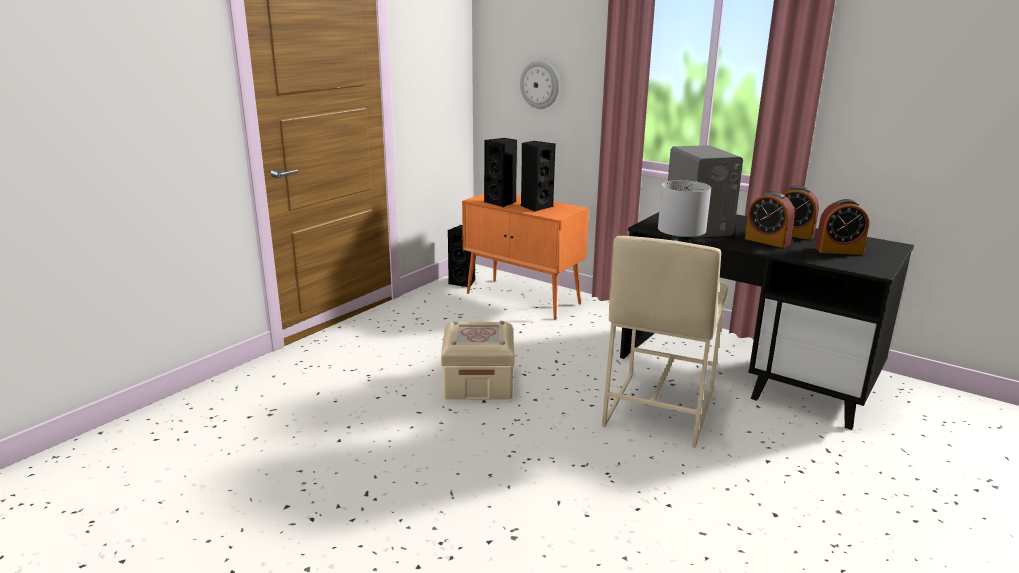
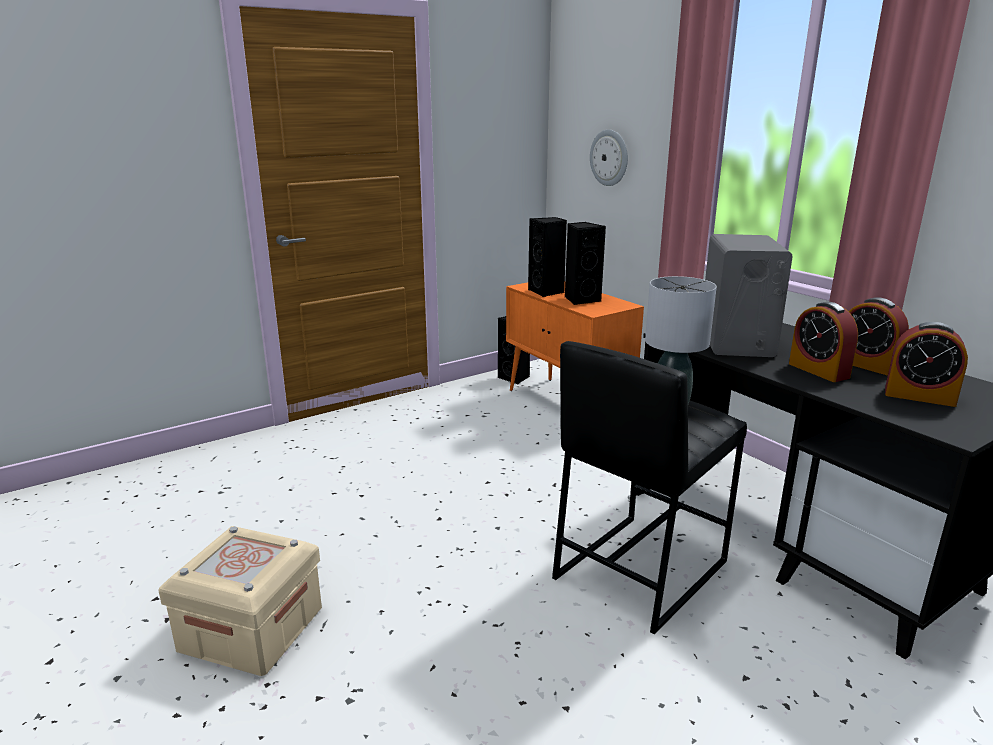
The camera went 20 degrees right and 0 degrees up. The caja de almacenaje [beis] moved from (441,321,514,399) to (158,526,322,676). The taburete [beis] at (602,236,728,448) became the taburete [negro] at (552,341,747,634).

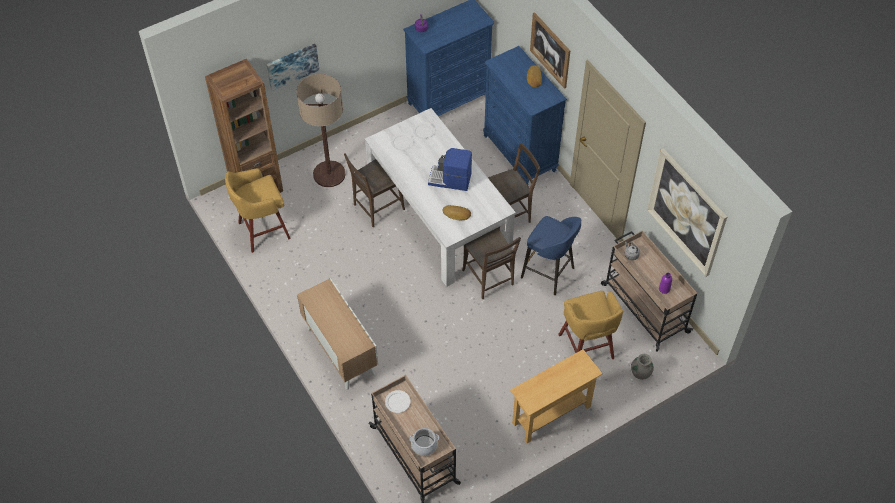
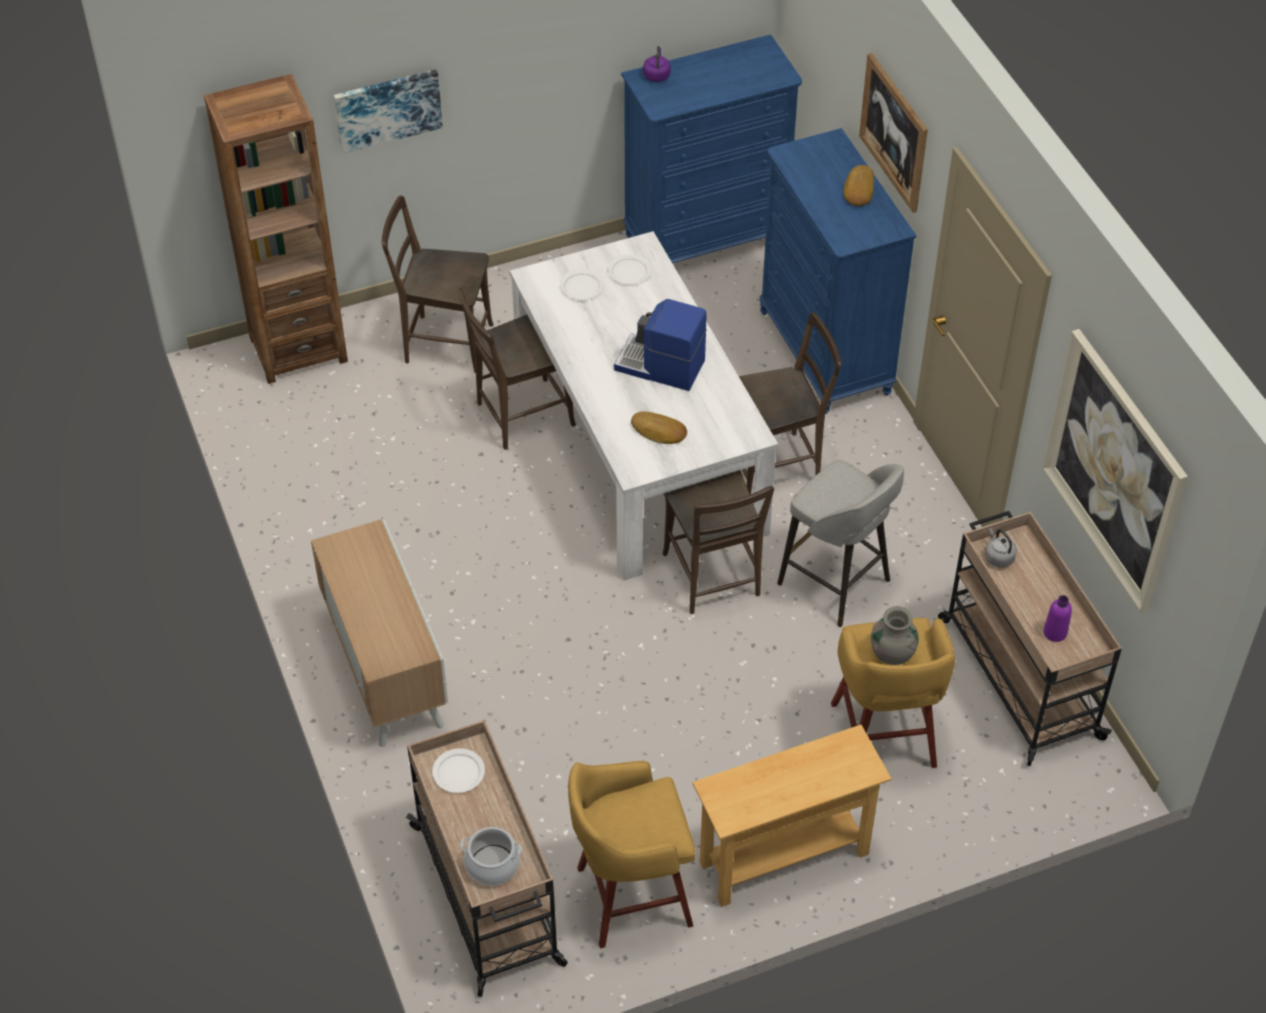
The camera went 10 degrees right and 5 degrees down. The taburete [amarillo] moved from (225,168,291,253) to (568,761,696,948). The lámpara de pie at (297,74,346,187) was replaced by the silla [marrón] at (382,195,494,373). The taburete [azul] at (521,216,581,295) became the taburete [gris] at (777,460,904,627). The florero [gris] moved from (631,354,654,380) to (871,606,919,665).

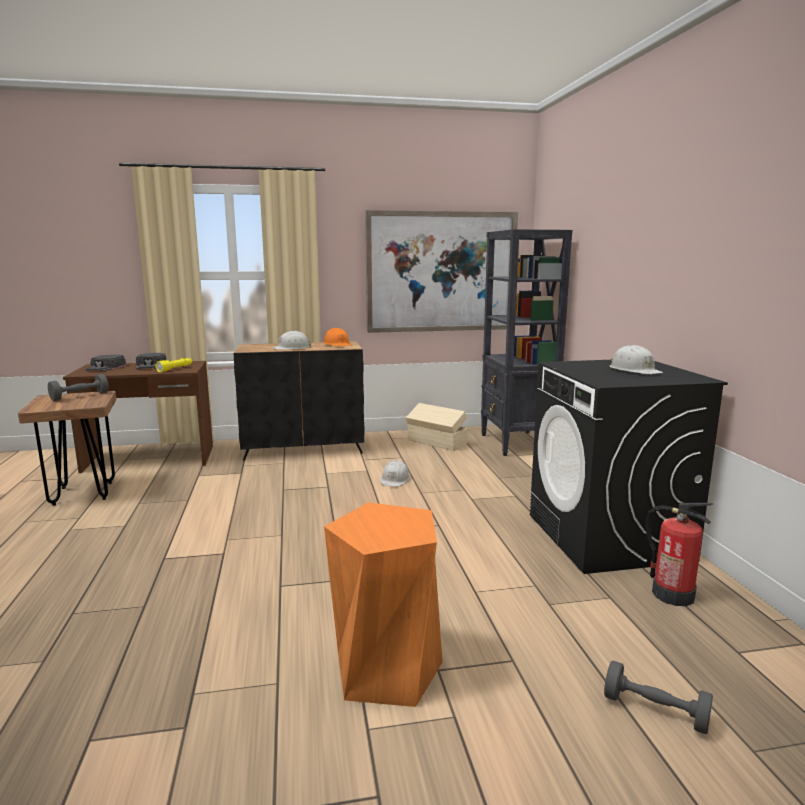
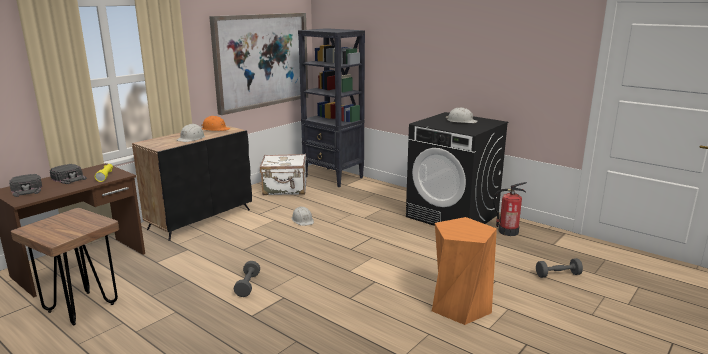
The camera went 40 degrees left and 5 degrees up. The mancuerna [gris] moved from (48,374,109,401) to (234,261,260,297). The caja de almacenaje [beis] at (406,403,468,451) was replaced by the maleta [blanco] at (260,154,306,195).

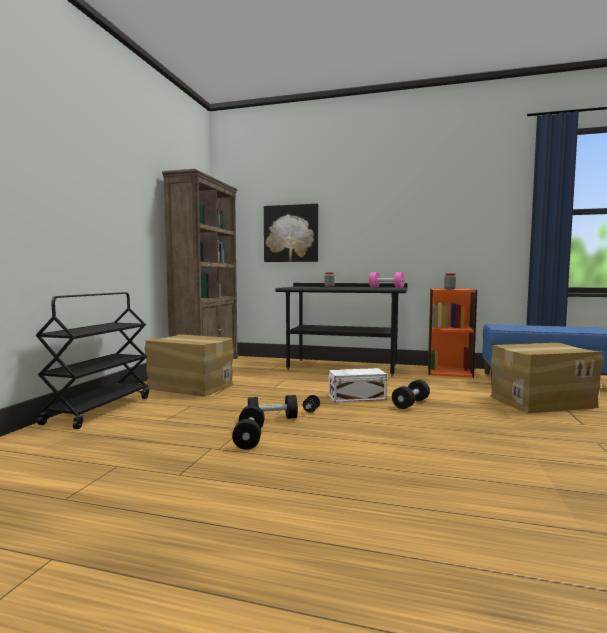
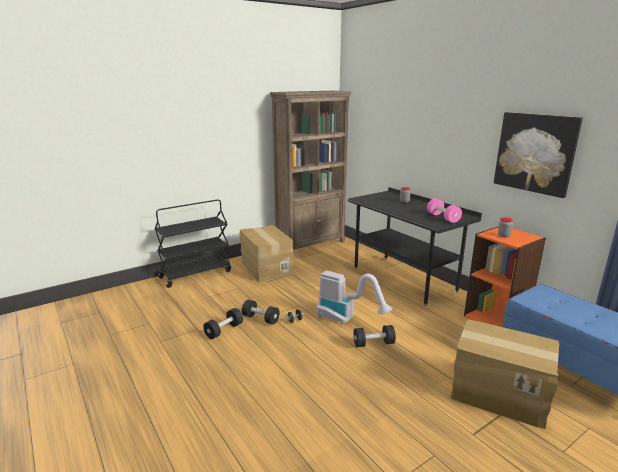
The camera went 40 degrees right and 15 degrees up. The cuadro moved from (264,204,318,262) to (494,112,583,198). The caja de almacenaje [blanco] at (329,368,387,403) was replaced by the aspiradora at (316,271,393,324).

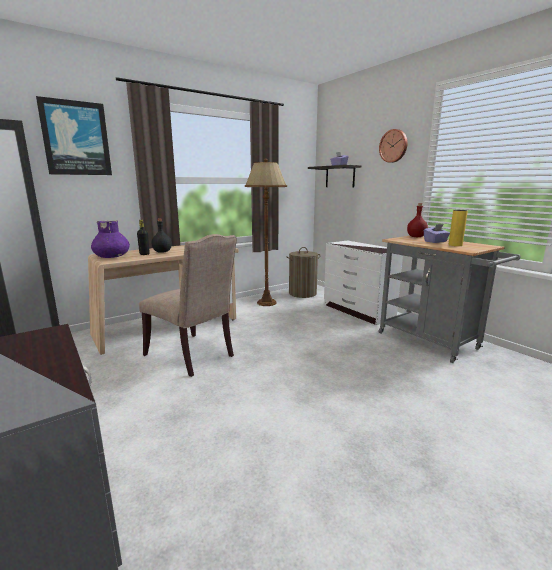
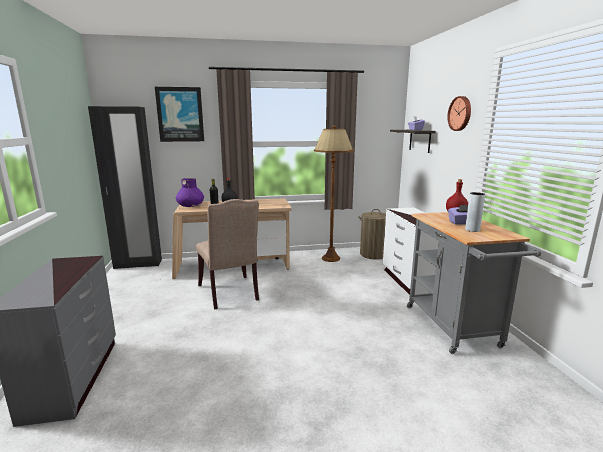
The camera went 25 degrees right and 0 degrees up. The florero [amarillo] at (449,210,468,246) became the florero [gris] at (465,192,485,232).

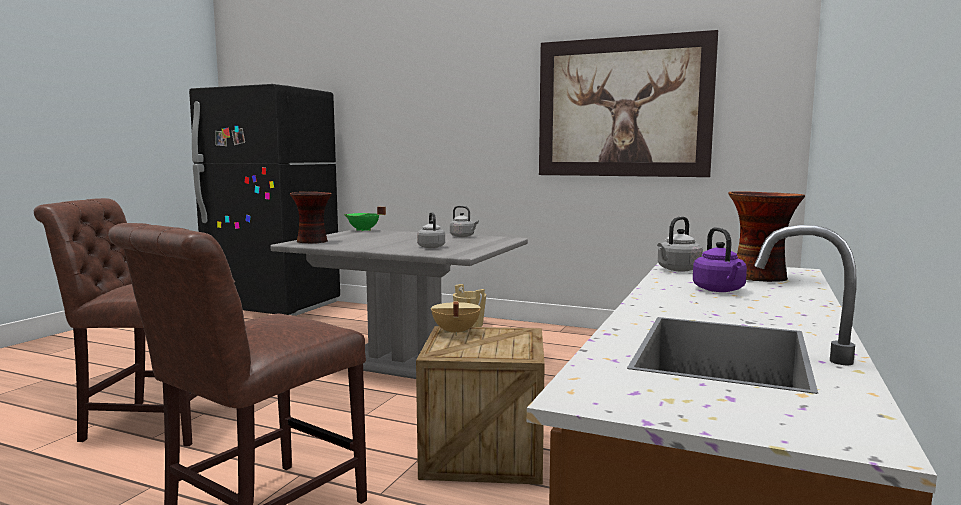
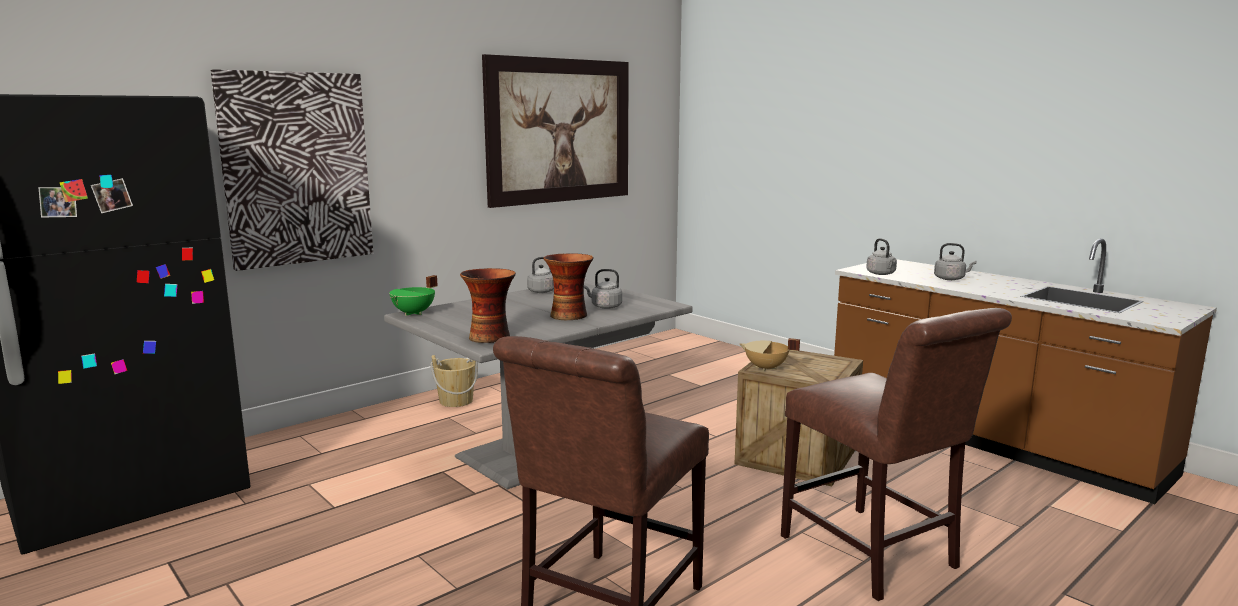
The camera went 65 degrees left and 5 degrees up. The hervidor [morado] at (693,227,747,292) became the hervidor [gris] at (934,243,977,280). The florero moved from (728,191,805,282) to (544,253,594,320). The cuadro at (211,69,373,271) appeared.

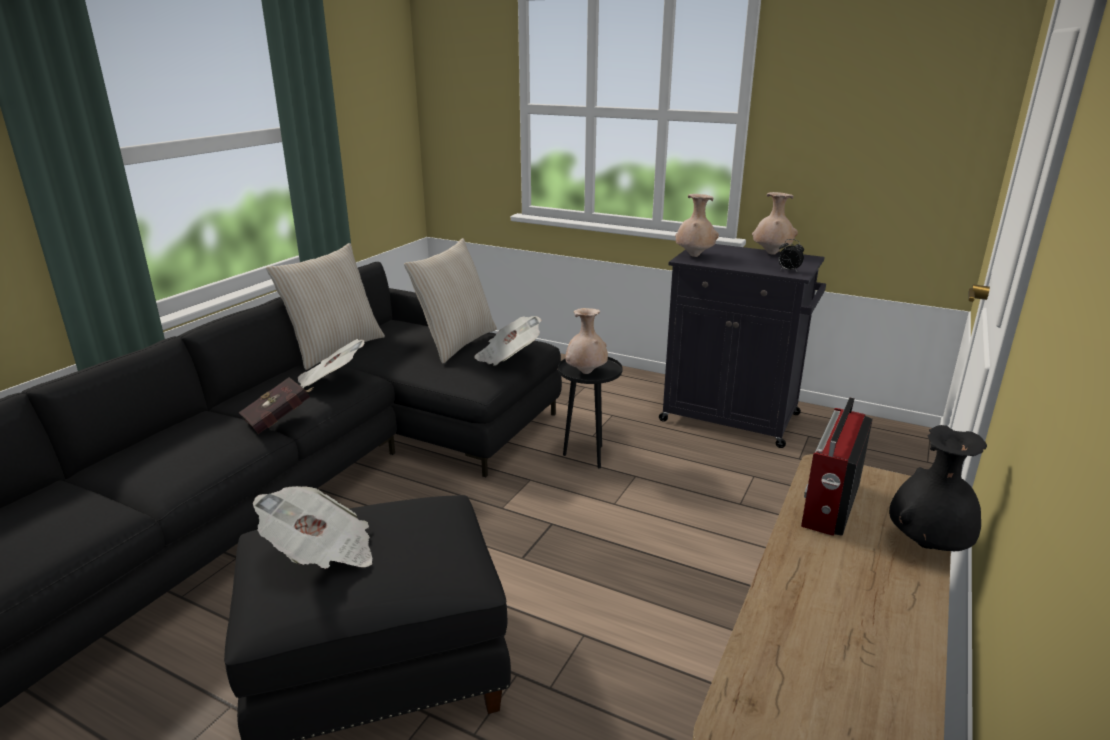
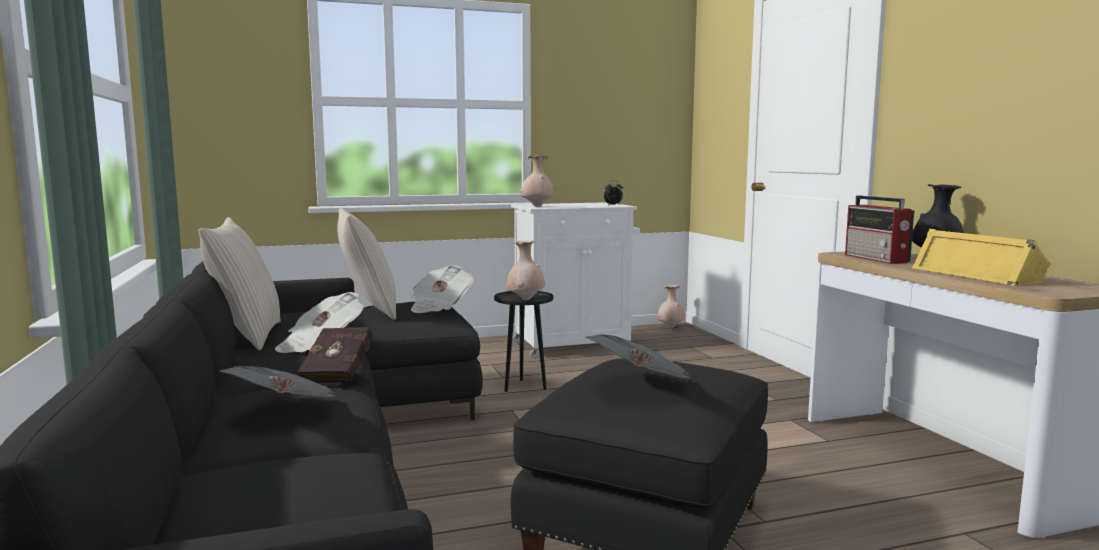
The camera went 45 degrees left and 15 degrees down. The armario [negro] at (659,244,826,448) became the armario [blanco] at (511,202,640,358). The florero [beis] moved from (752,192,798,255) to (657,285,685,328). The periódico at (219,366,336,397) appeared. The altavoz [amarillo] at (912,229,1051,286) appeared.

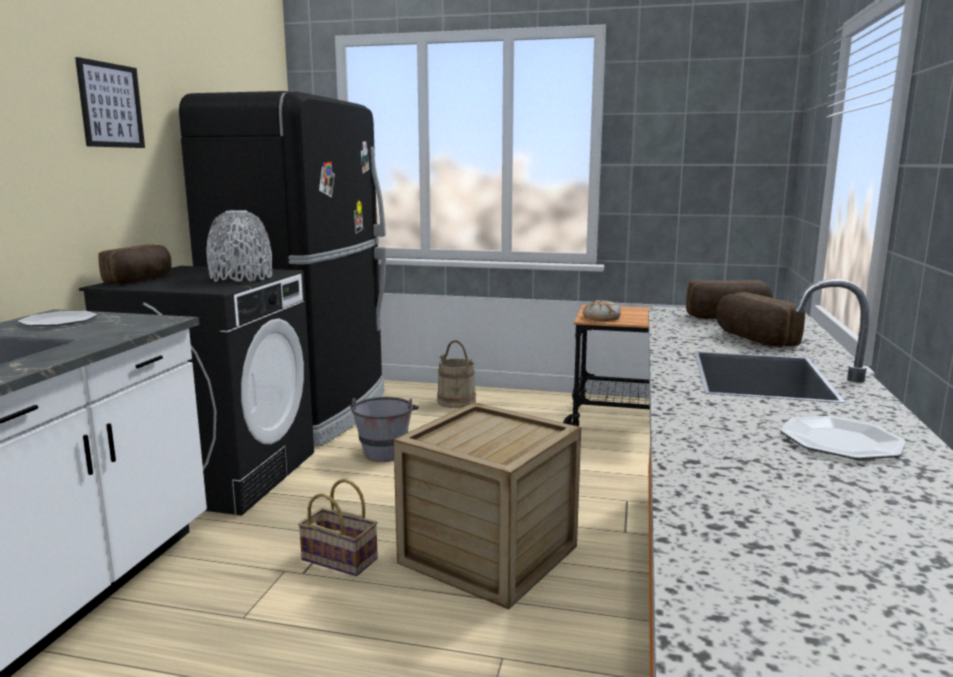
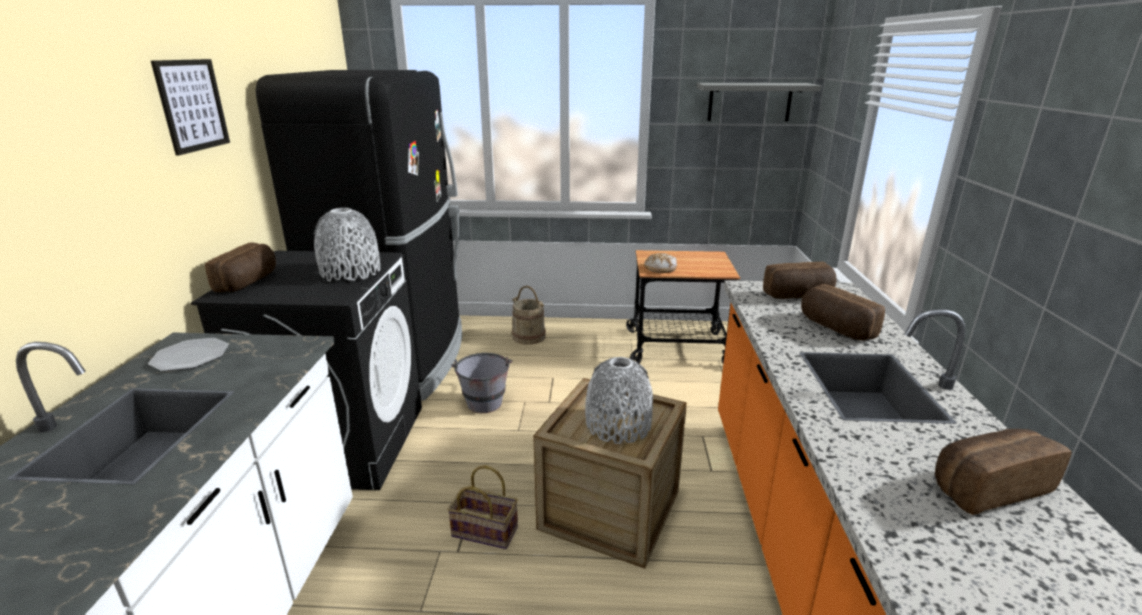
The camera went 10 degrees left and 10 degrees up. The plato at (780,416,906,459) was replaced by the pan at (935,429,1072,515). The florero [gris] at (585,357,653,444) appeared. The estante [gris] at (697,83,821,122) appeared.

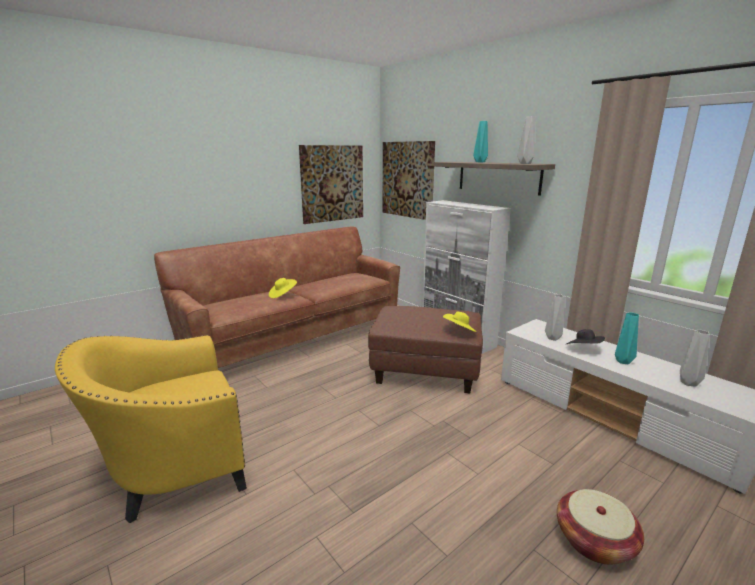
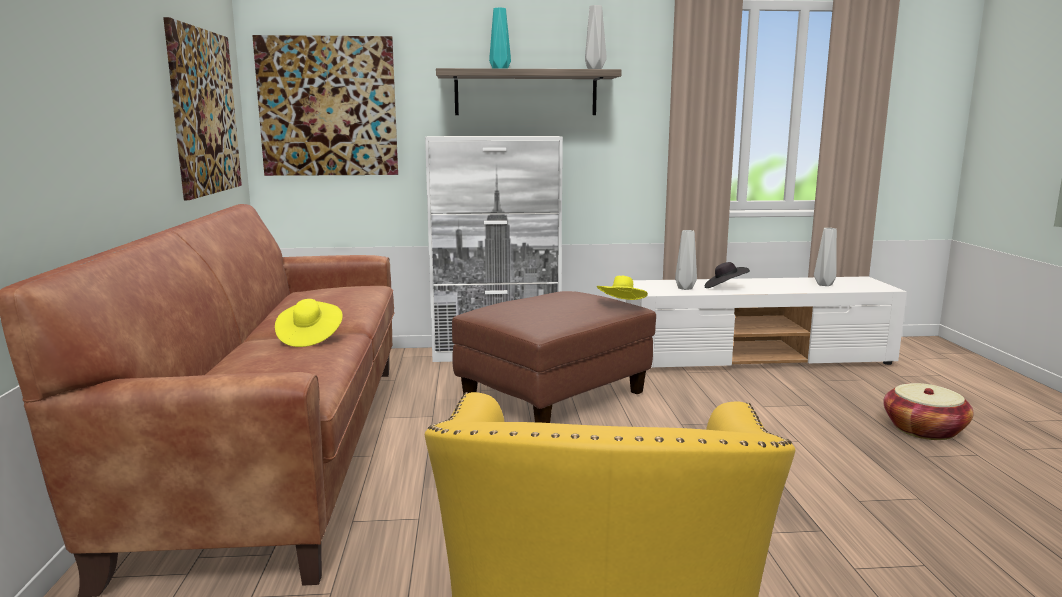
The camera went 55 degrees left and 5 degrees down. The florero [turquesa] at (615,312,639,364) disappeared.

